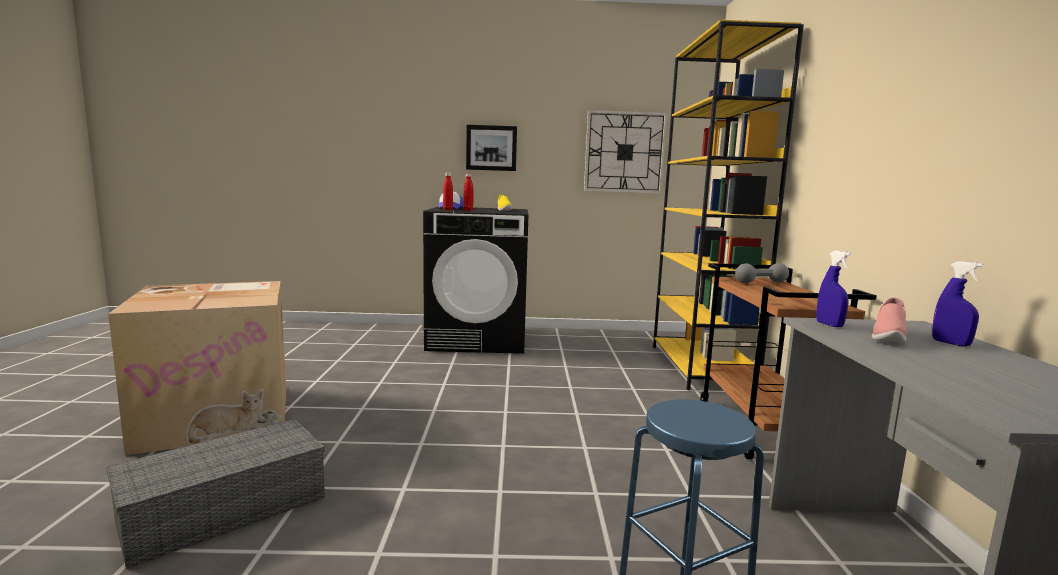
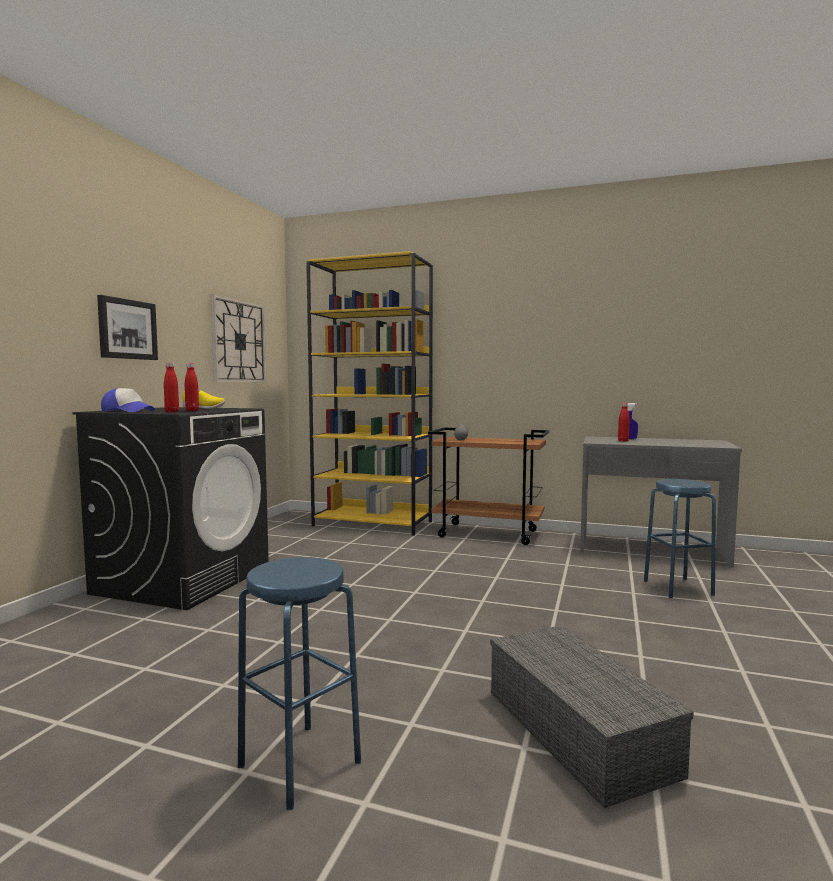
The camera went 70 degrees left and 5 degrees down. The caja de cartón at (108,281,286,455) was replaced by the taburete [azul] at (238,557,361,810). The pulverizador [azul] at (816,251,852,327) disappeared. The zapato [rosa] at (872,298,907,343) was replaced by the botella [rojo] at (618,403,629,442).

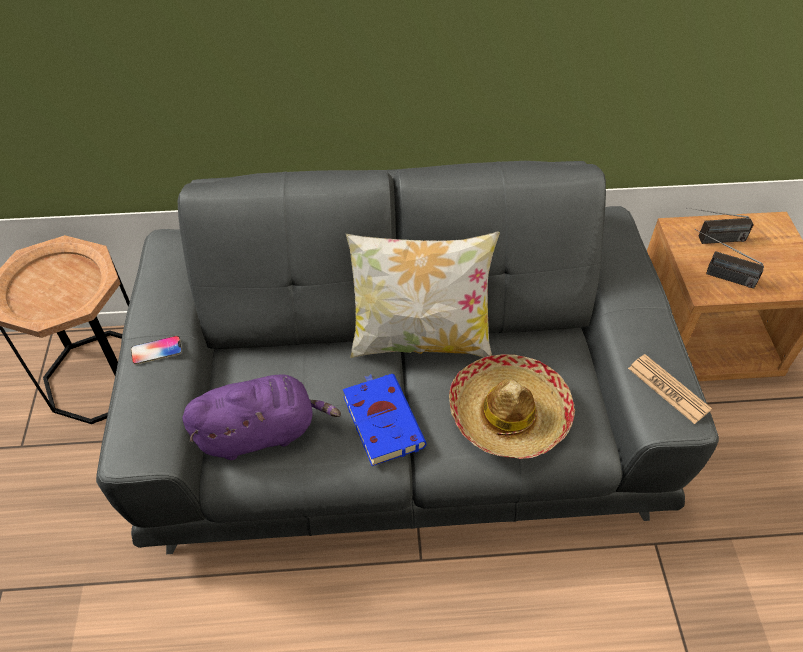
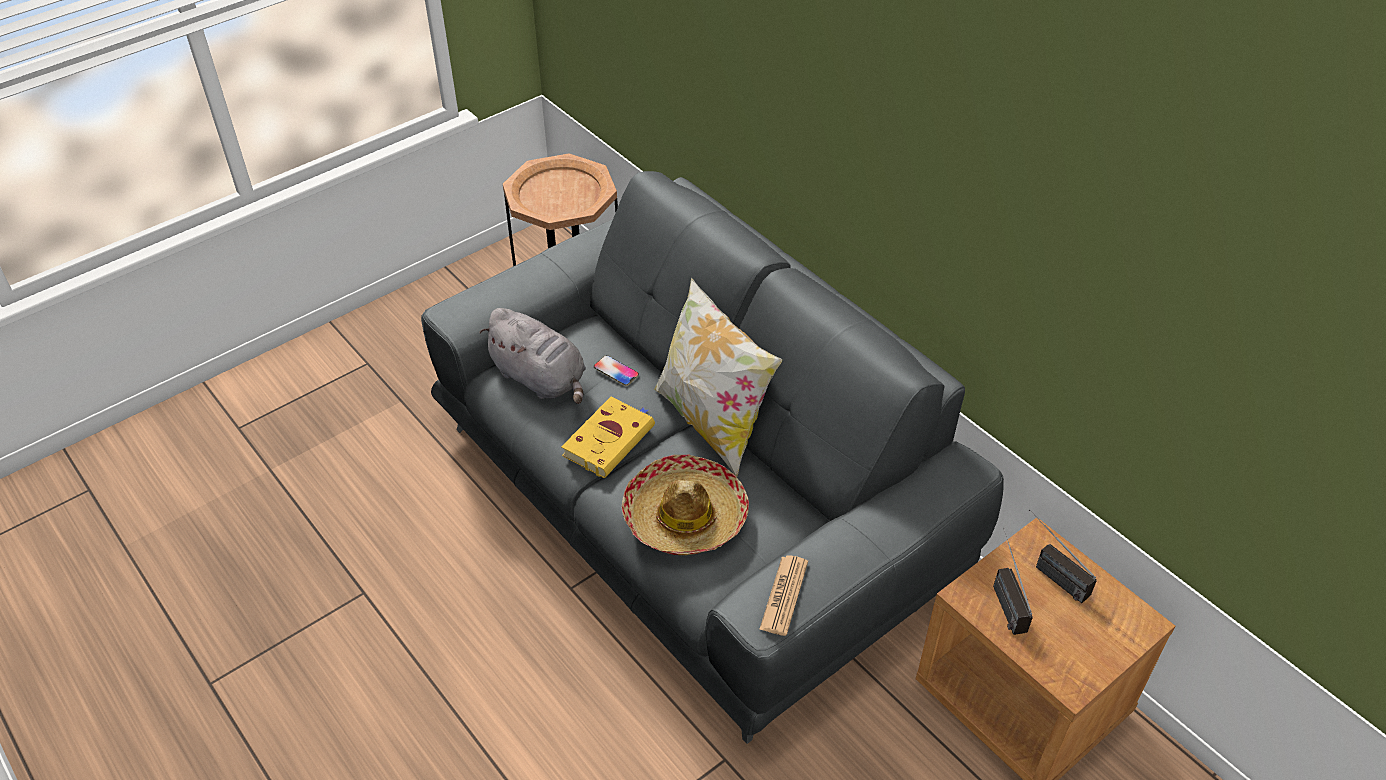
The camera went 55 degrees right and 5 degrees down. The móvil moved from (131,336,182,364) to (594,355,639,386). The peluche [morado] at (182,374,341,460) became the peluche [gris] at (479,308,586,404). The libro [azul] at (343,374,427,466) became the libro [amarillo] at (561,397,655,478).

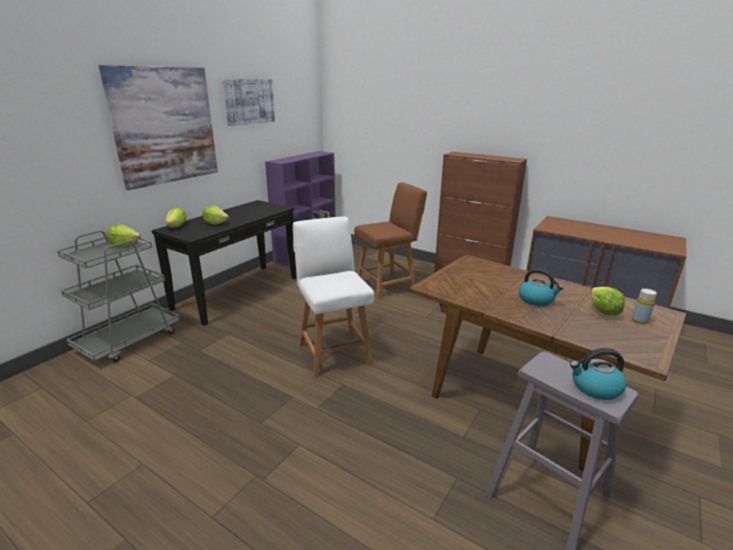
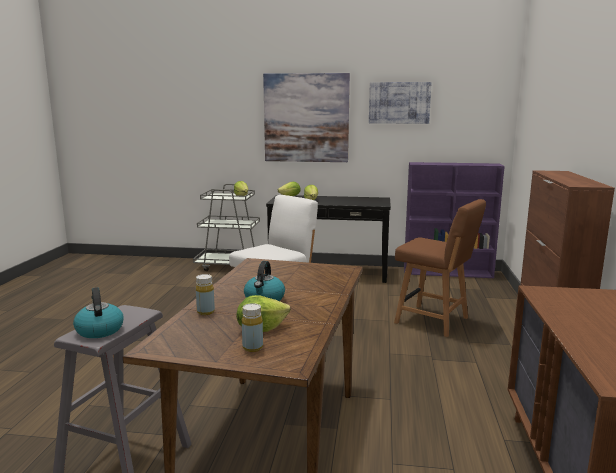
The camera went 65 degrees right and 10 degrees down. The botella [amarillo] at (196,274,215,315) appeared.

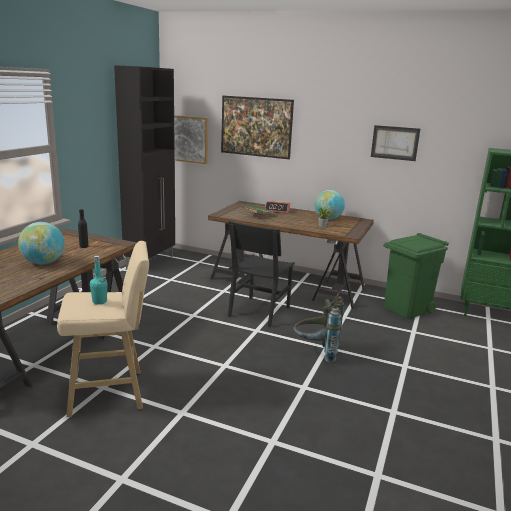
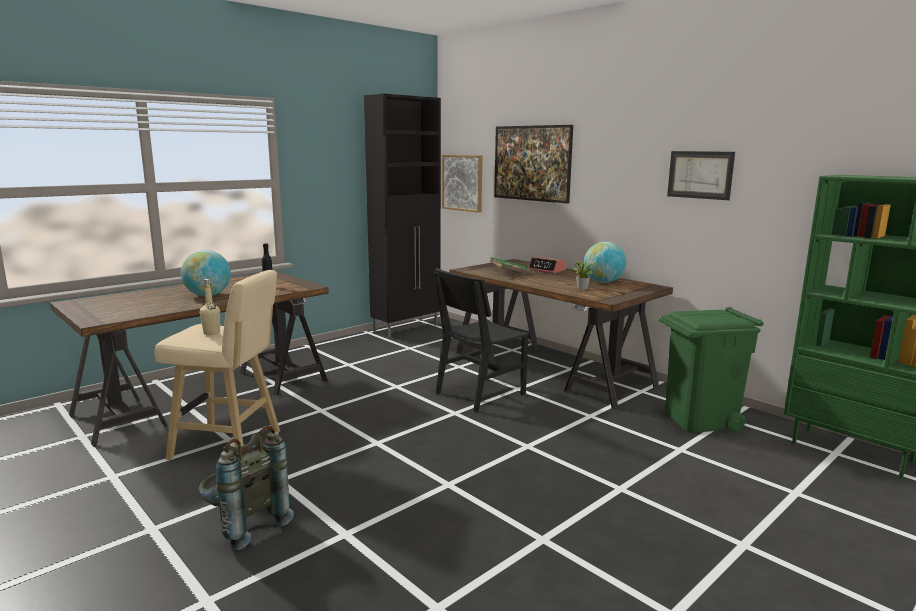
The camera went 25 degrees right and 5 degrees down. The botella [turquesa] at (90,256,107,304) became the botella [beis] at (200,279,220,335). The mochila [gris] moved from (293,293,344,363) to (199,426,294,550).

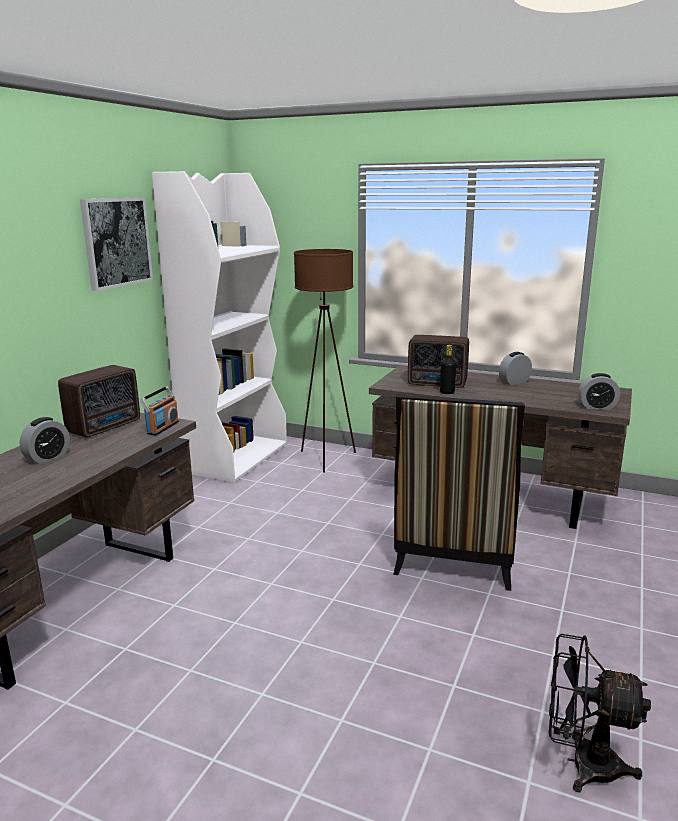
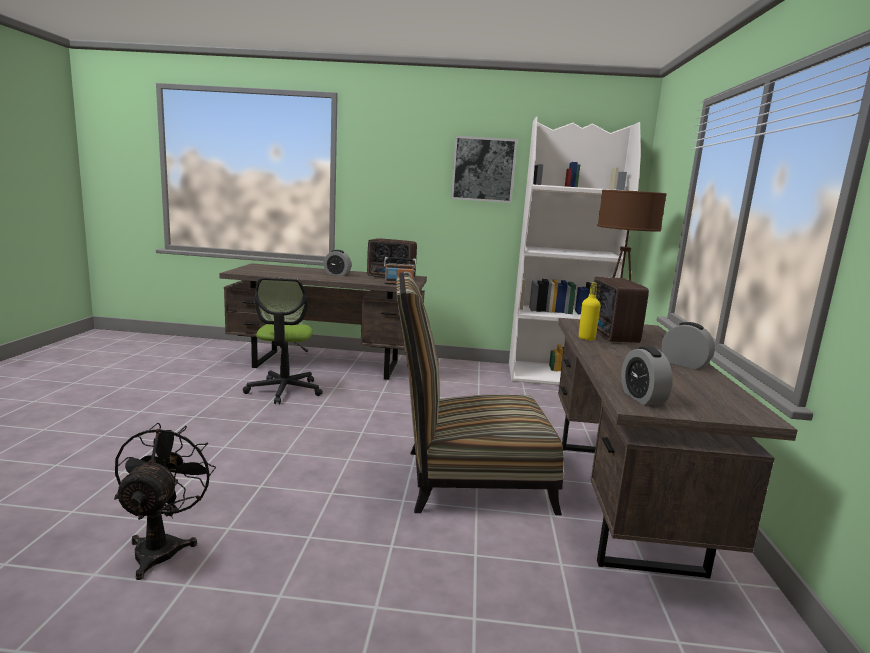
The camera went 70 degrees right and 5 degrees down. The botella [negro] at (440,345,457,394) became the botella [amarillo] at (579,282,601,340). The silla de oficina at (243,278,323,404) appeared.

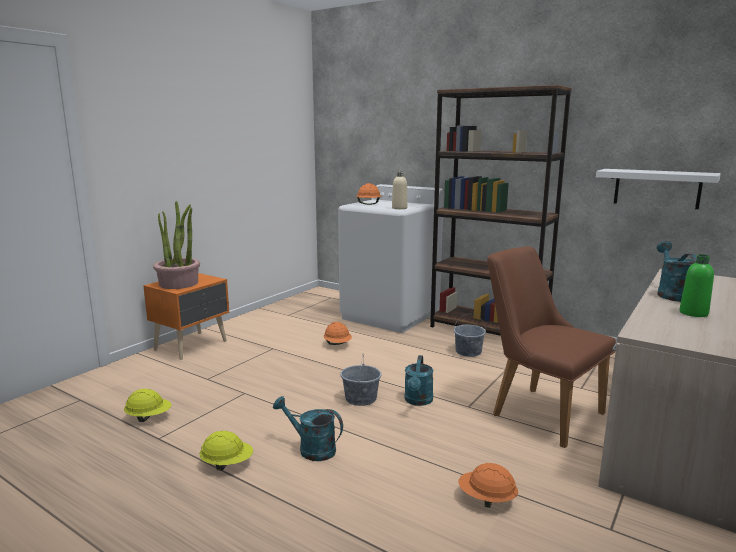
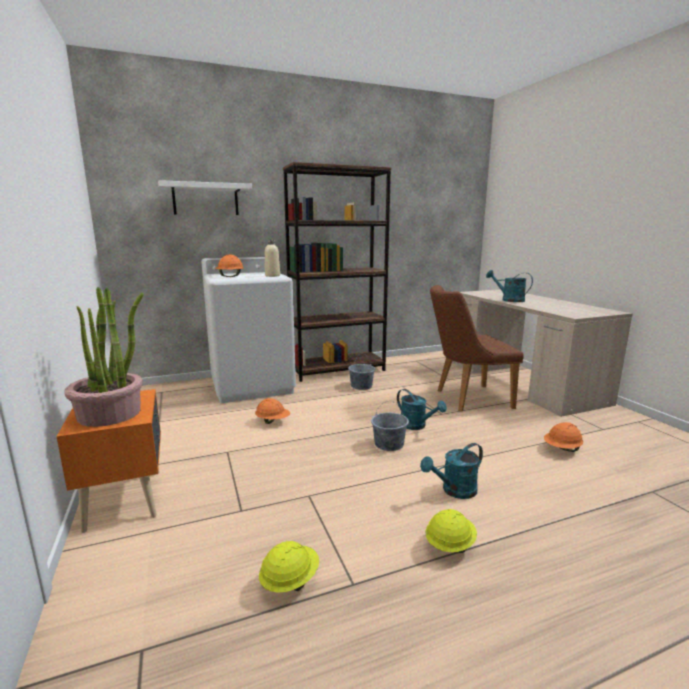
The camera went 55 degrees left and 0 degrees up. The estante [blanco] moved from (596,169,721,209) to (158,180,252,215). The botella [verde] at (679,254,714,317) disappeared.

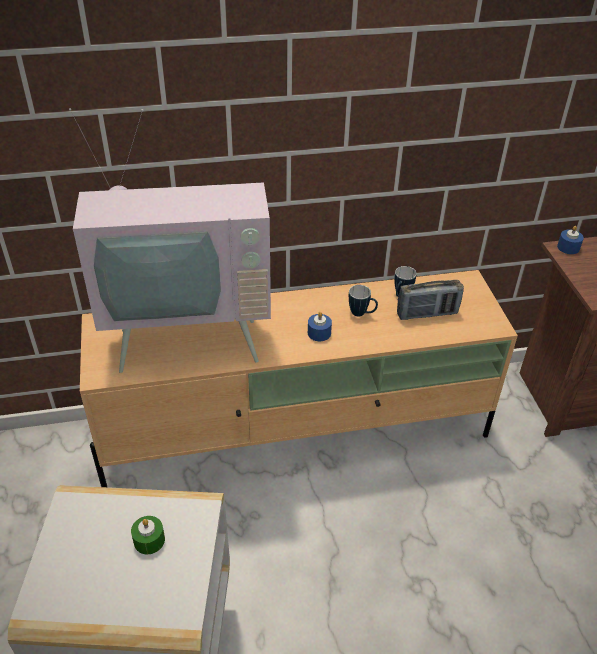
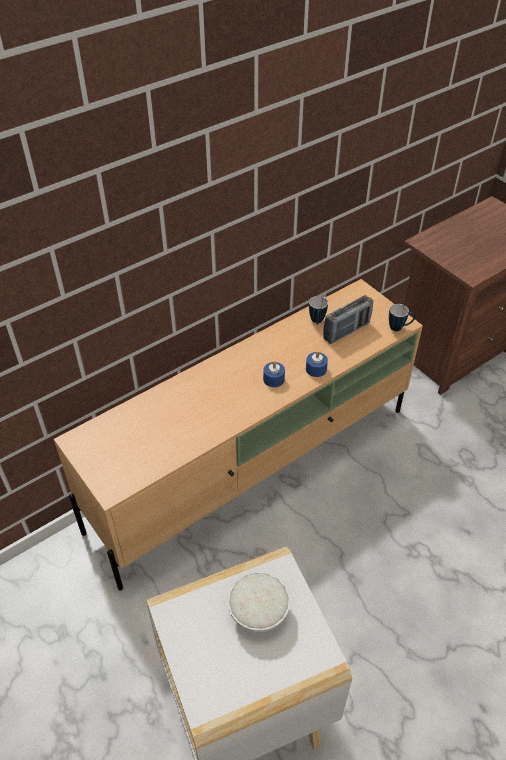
The camera went 25 degrees left and 5 degrees up. The televisor at (69,108,271,373) disappeared. The vela [verde] at (131,516,165,554) was replaced by the cuenco [blanco] at (228,572,290,633). The taza grande moved from (349,285,378,317) to (389,304,415,331). The vela [azul] moved from (557,226,584,254) to (306,351,328,377).

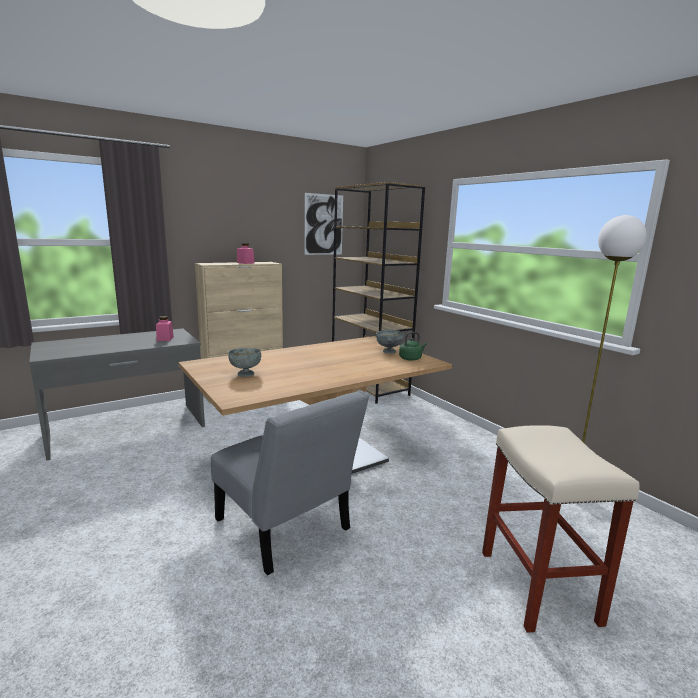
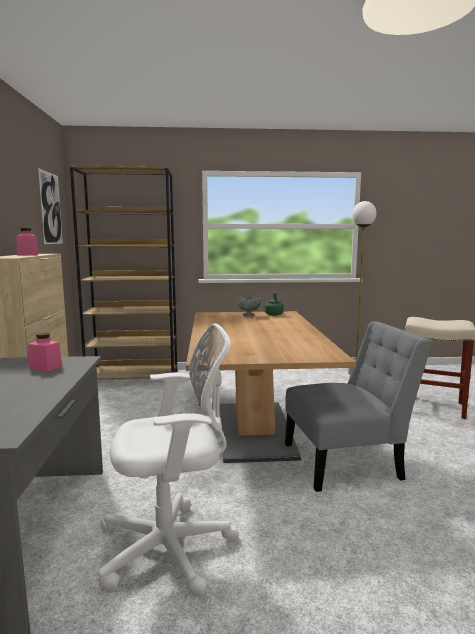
The camera went 60 degrees left and 5 degrees down. The cuenco [gris] at (228,348,261,377) disappeared. The silla de oficina [blanco] at (97,323,239,597) appeared.

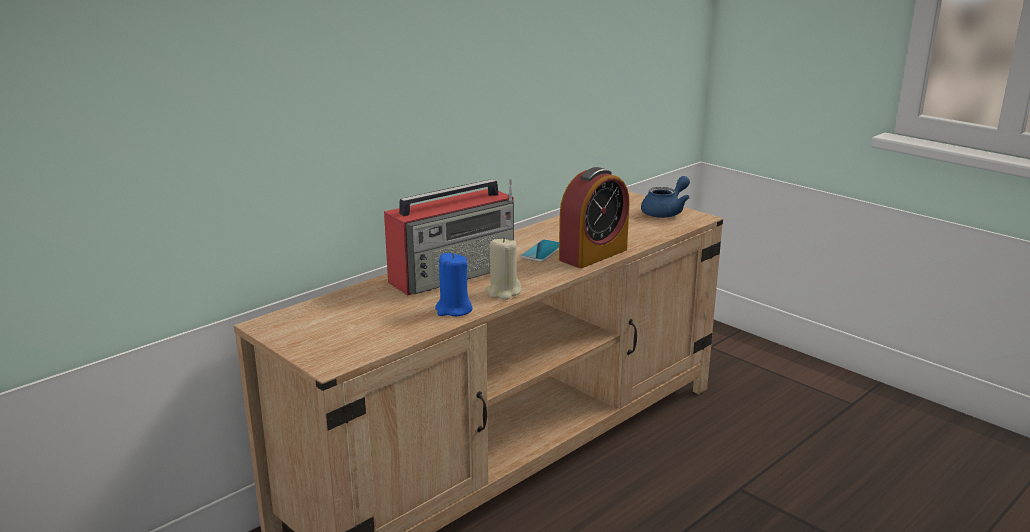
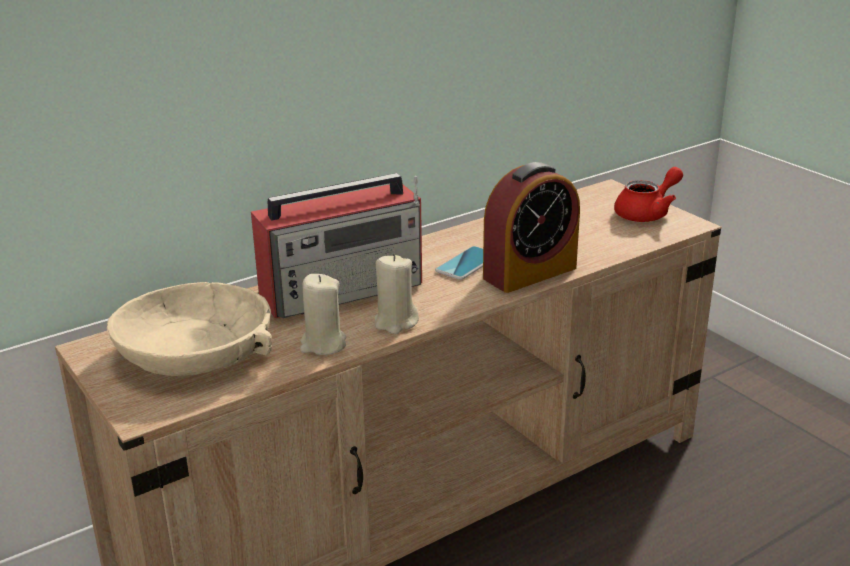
The camera went 10 degrees right and 5 degrees up. The vela [azul] at (435,252,473,317) became the vela [beis] at (300,274,346,355). The tetera [azul] at (641,176,690,218) became the tetera [rojo] at (614,167,683,222). The cuenco [beis] at (107,282,272,376) appeared.

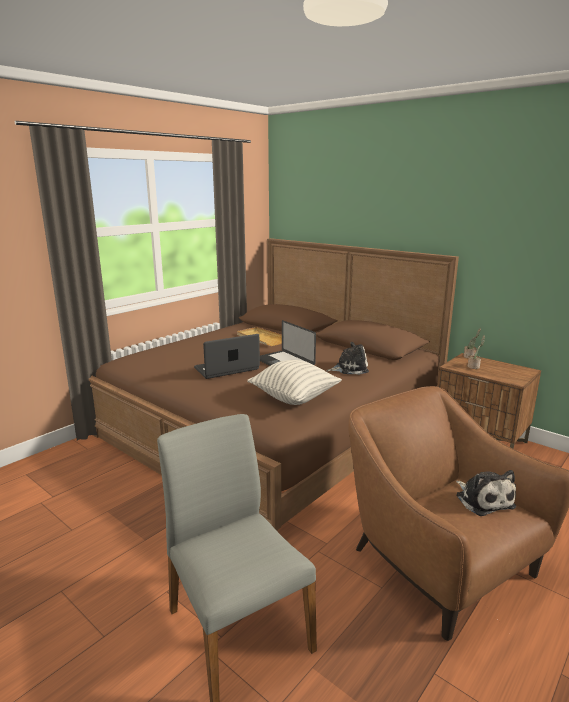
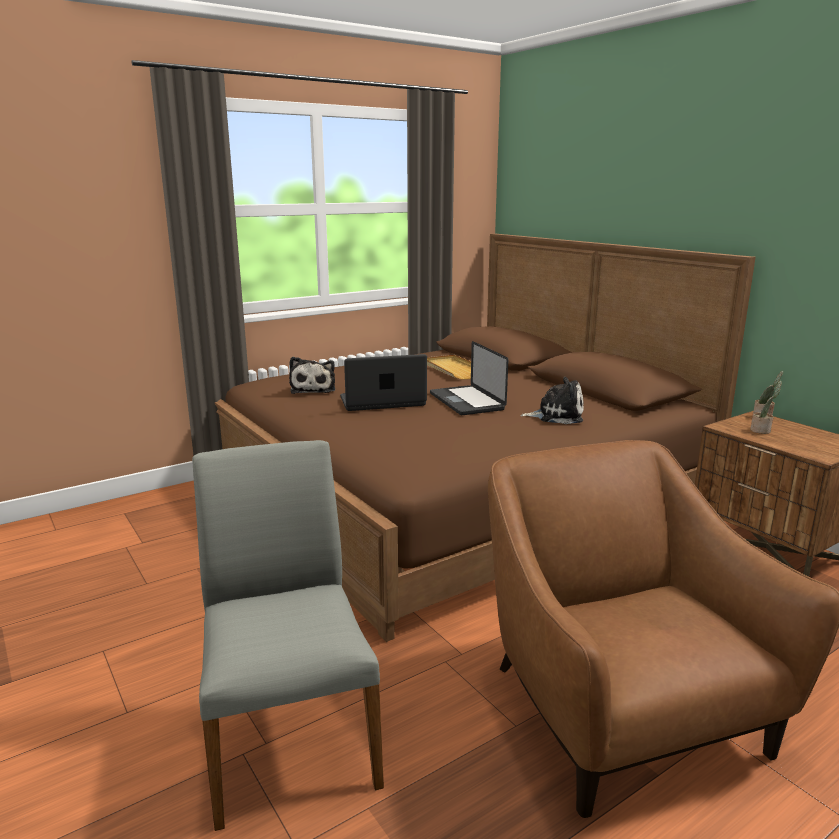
The camera went 15 degrees right and 0 degrees up. The cojín at (247,360,342,405) disappeared. The peluche moved from (456,470,516,516) to (289,357,335,394).

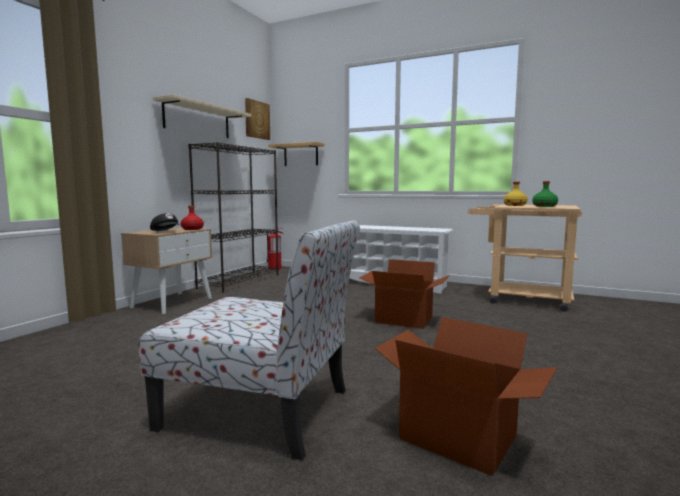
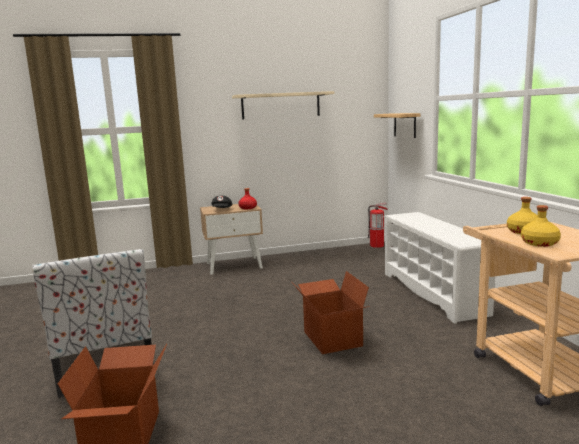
The camera went 50 degrees right and 5 degrees up. The estantería [negro] at (188,142,279,293) disappeared. The cuadro at (245,98,270,140) disappeared. The botella [verde] at (532,181,558,207) became the botella [amarillo] at (521,205,561,247).

